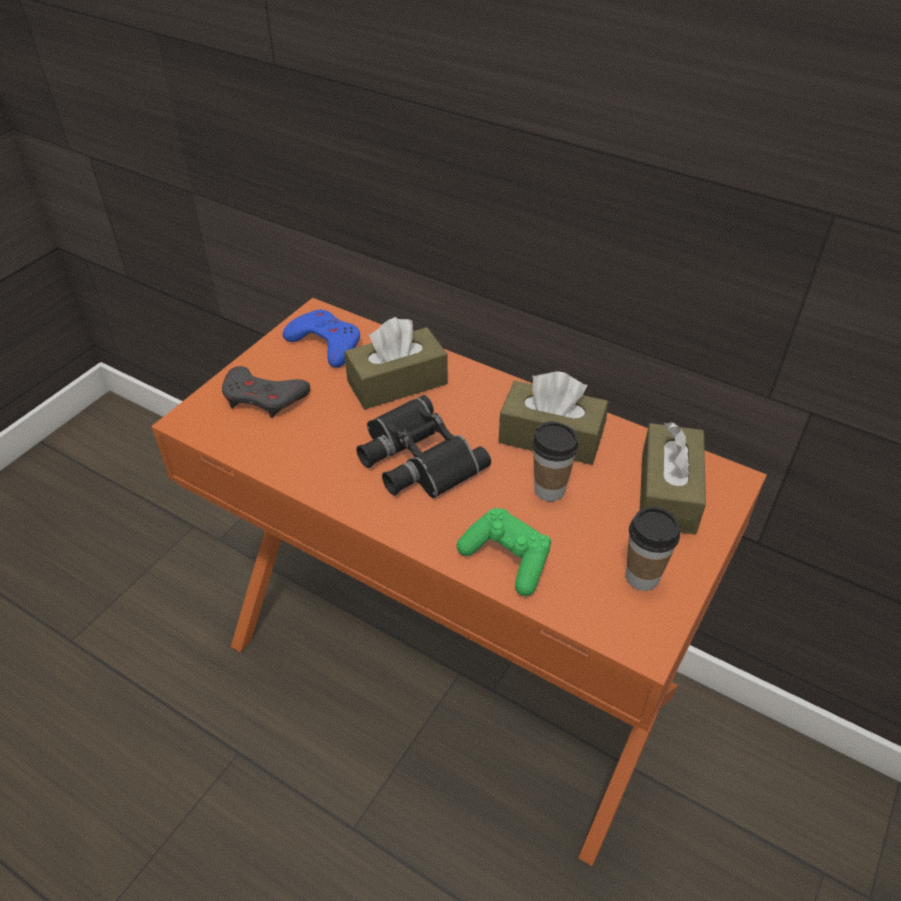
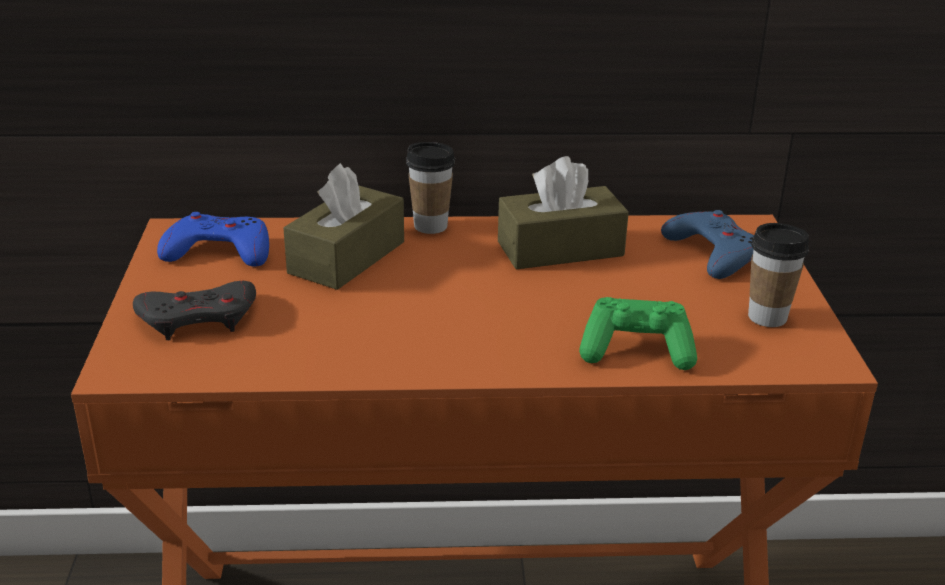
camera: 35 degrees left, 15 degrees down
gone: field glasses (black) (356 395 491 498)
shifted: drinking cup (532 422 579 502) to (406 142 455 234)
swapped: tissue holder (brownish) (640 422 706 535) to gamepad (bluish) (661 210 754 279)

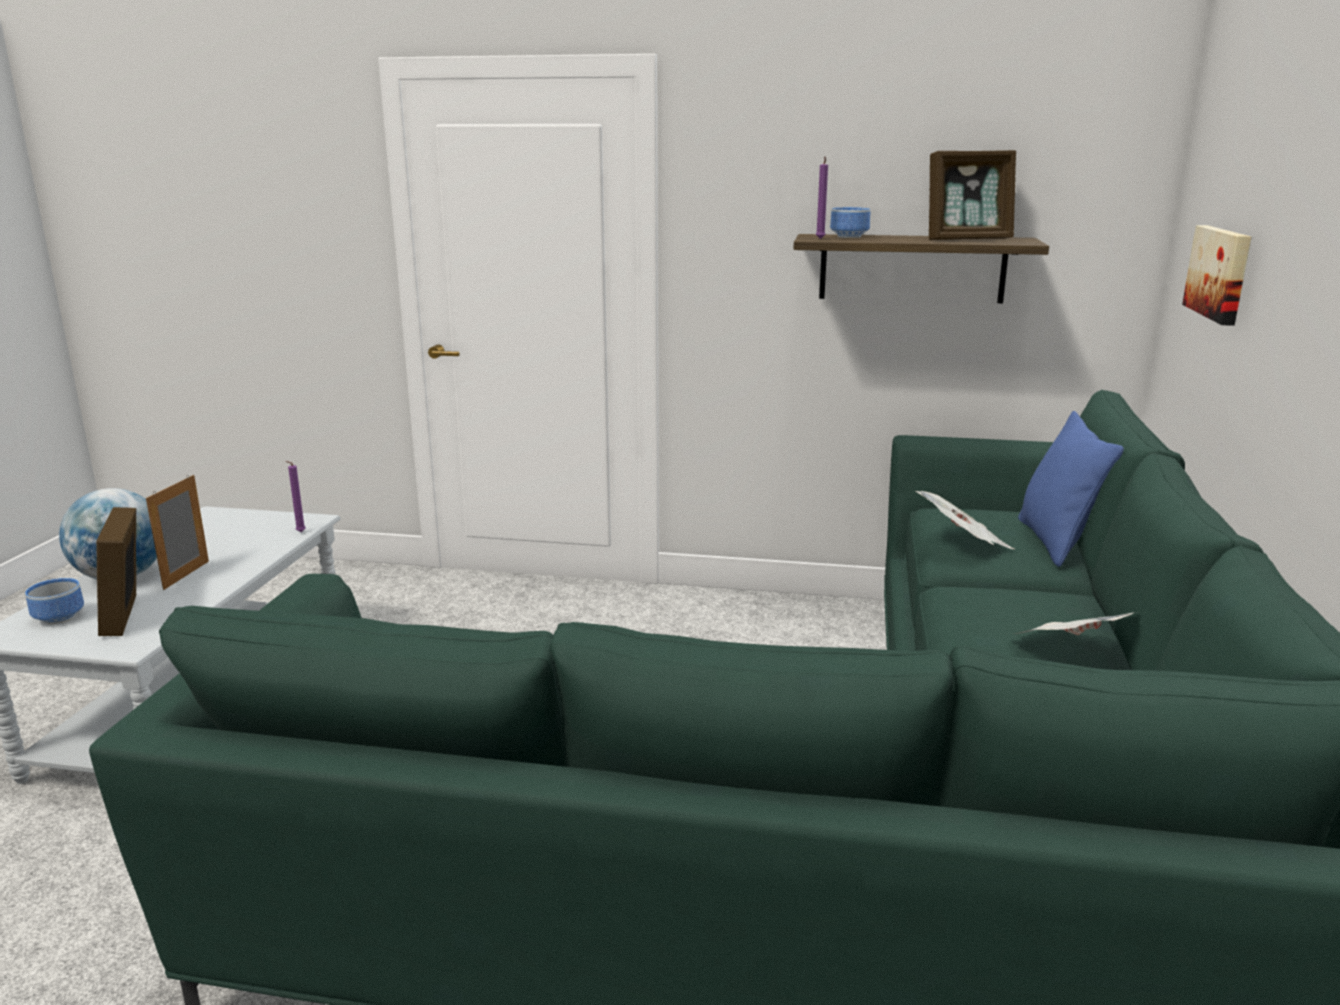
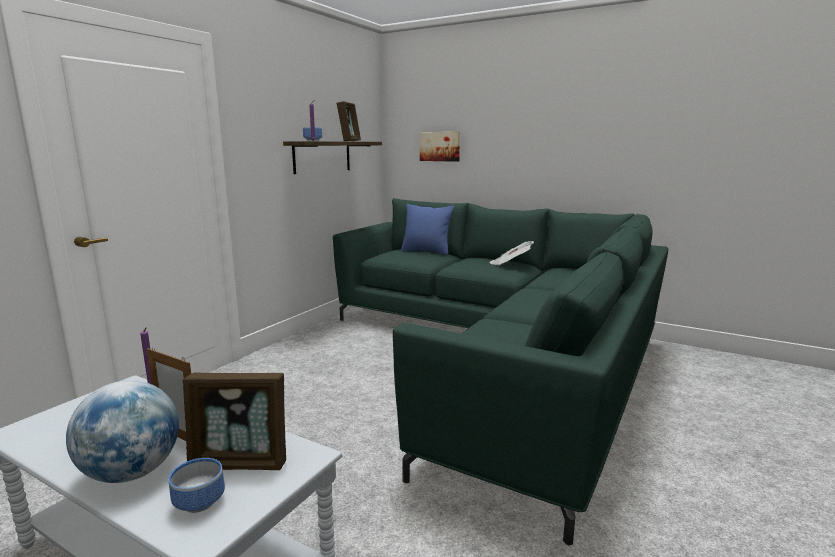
camera: 70 degrees left, 5 degrees down
gone: printed paper (916 491 1014 549)

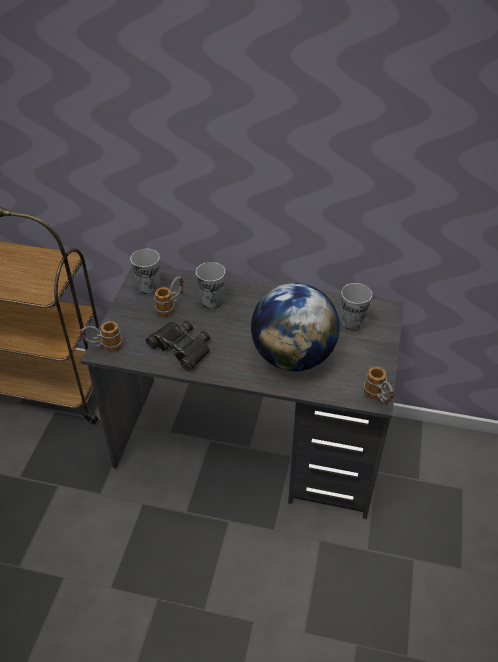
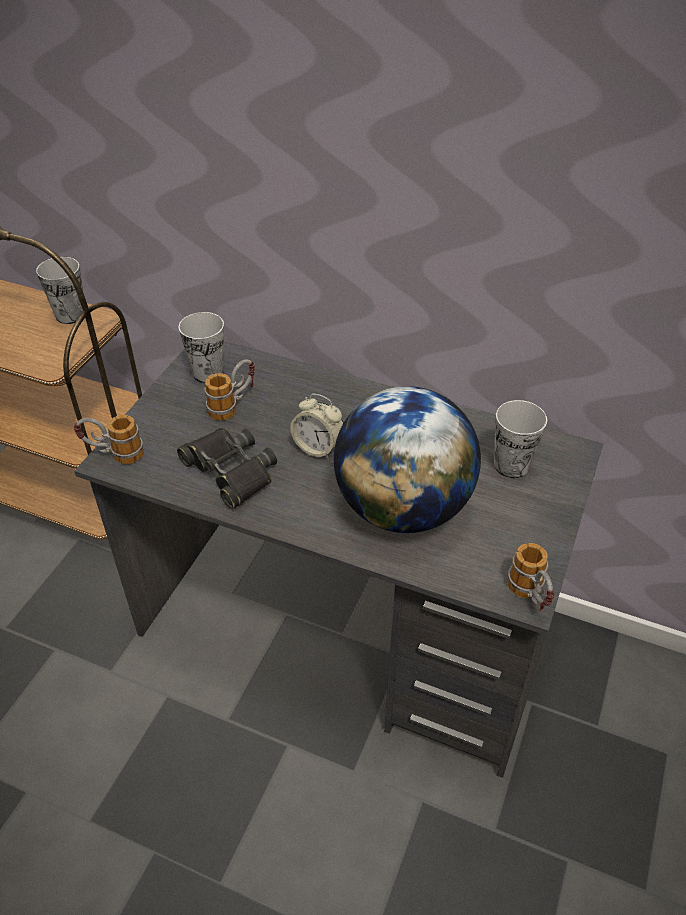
camera: 10 degrees right, 0 degrees up
new: alarm clock (290 394 344 459)
shifted: drinking cup (196 262 225 309) to (36 257 84 324)

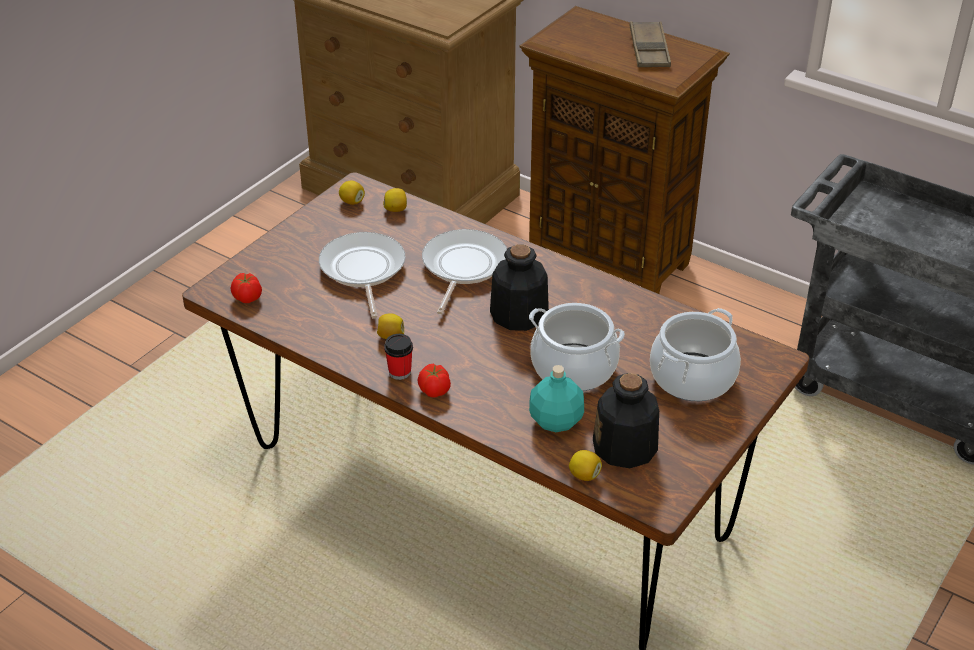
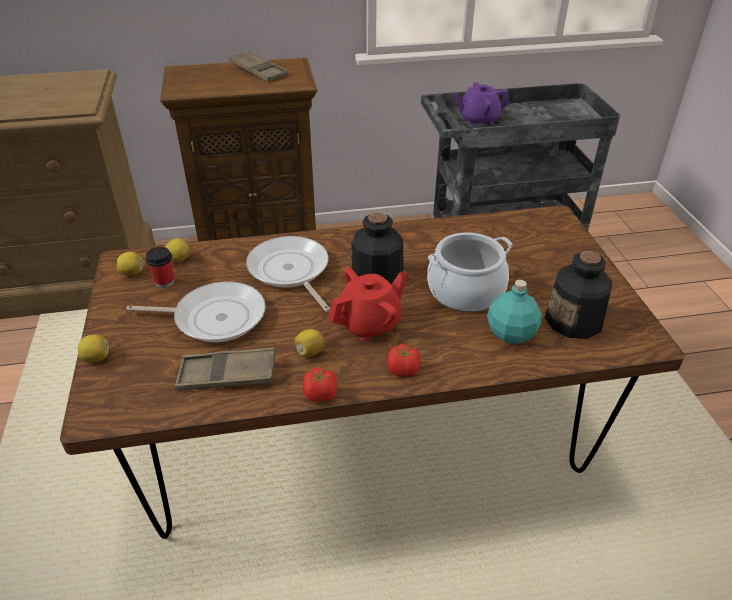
camera: 45 degrees left, 0 degrees up
gone: cooking pot (650 308 741 401)
new: tray (brownish) (174 347 276 391); teapot (reddish) (329 268 407 341); teapot (purple) (453 82 510 126)
shifted: whole tomato (231 273 262 303) to (303 367 337 402); drinking cup (384 334 413 380) to (146 247 175 288); whole lemon (569 450 602 481) to (78 334 109 363)
rotated: frying pan (319 232 406 319) = (126 282 266 342) 150 degrees clockwise

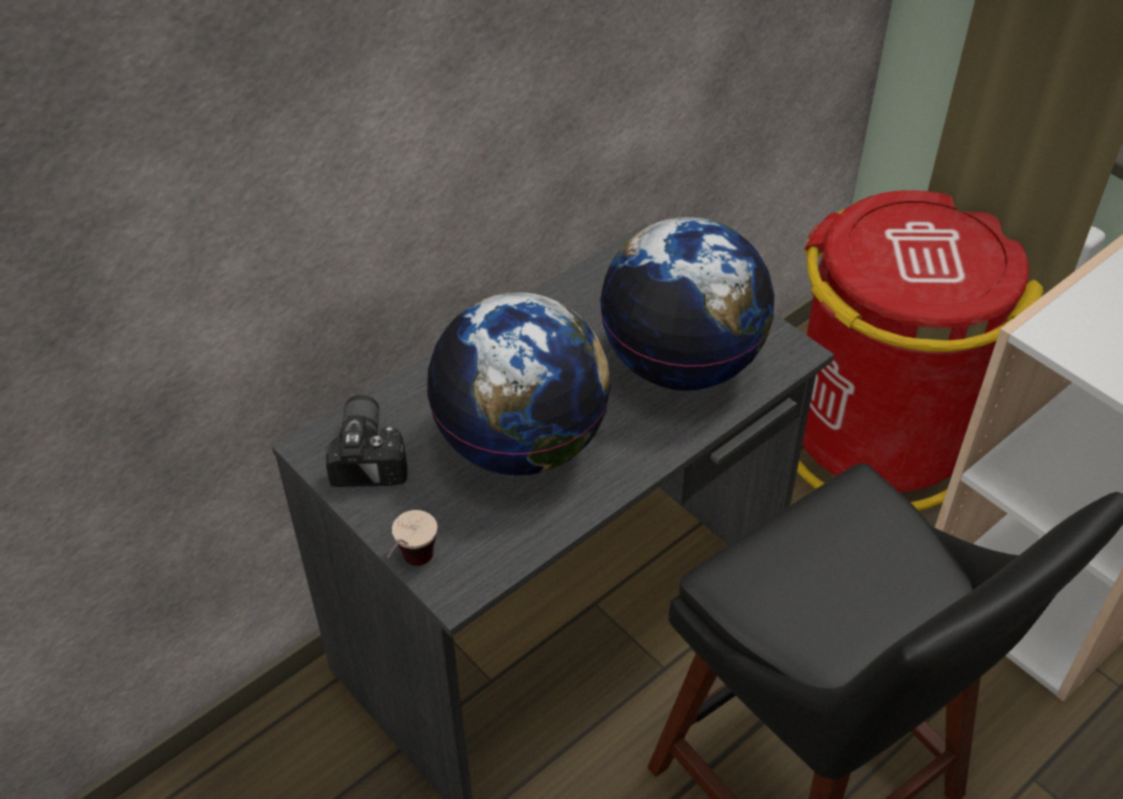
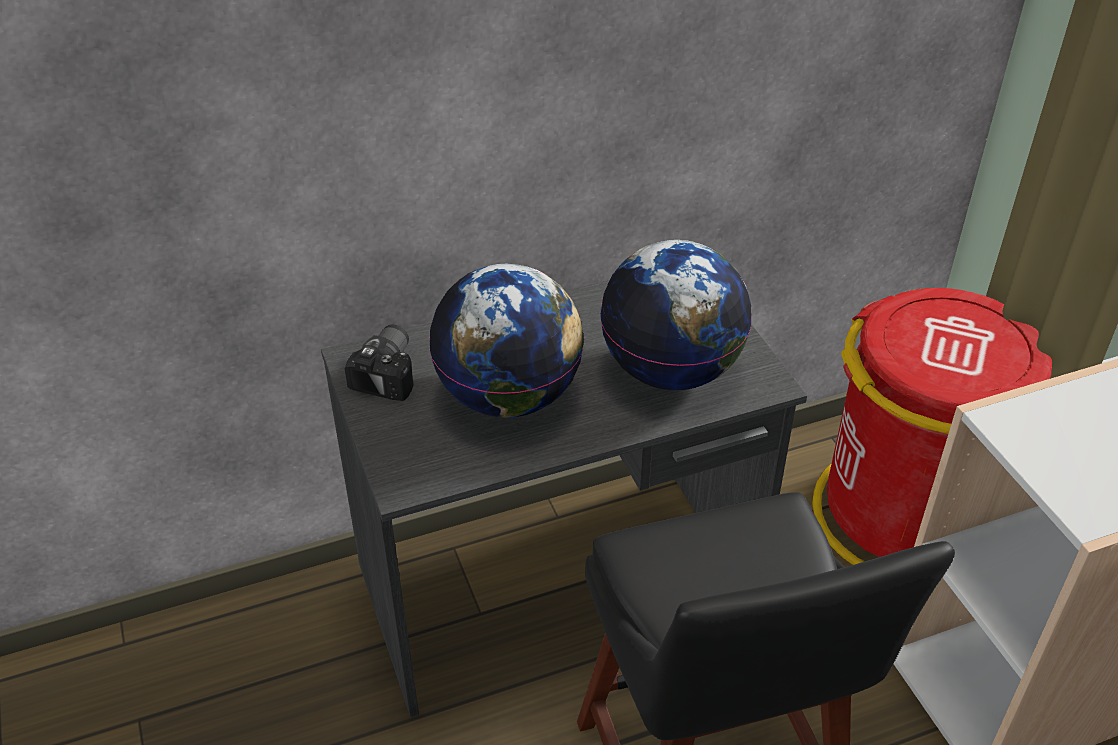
camera: 20 degrees right, 5 degrees down
gone: drinking cup (387 510 437 566)

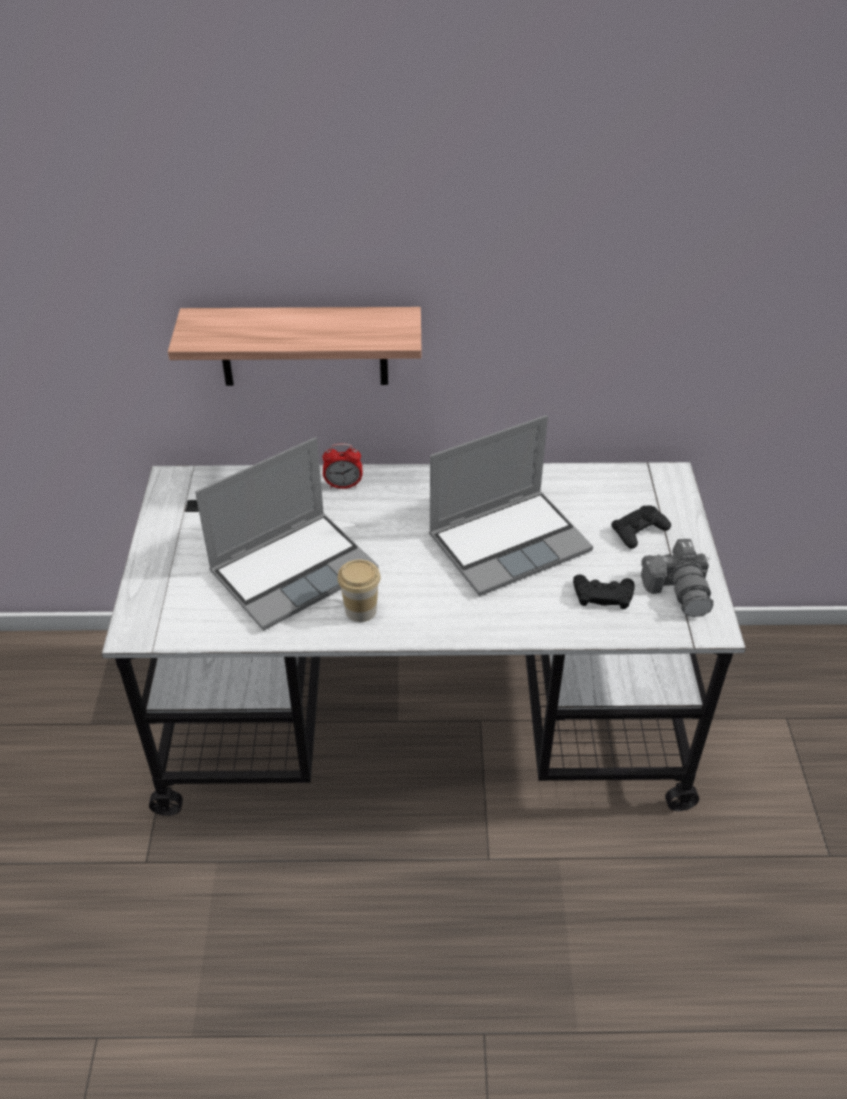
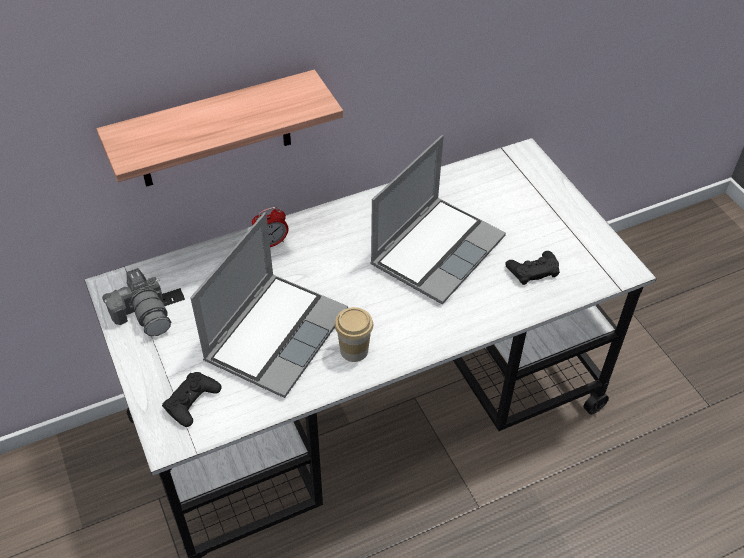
camera: 25 degrees left, 5 degrees up
shifted: gamepad (black) (611 505 671 548) to (162 372 222 427); photo camera (641 539 713 617) to (102 268 171 336)

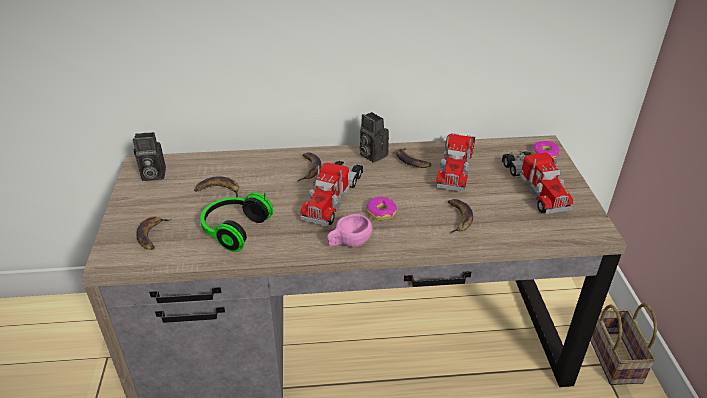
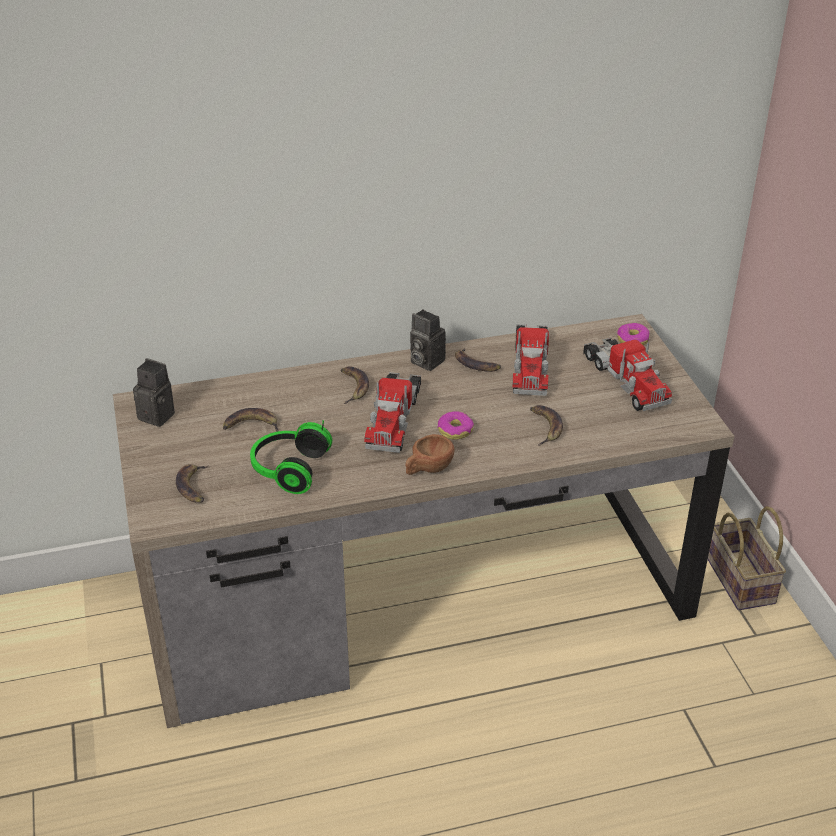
camera: 10 degrees left, 0 degrees up
repainted: drinking cup (pink-coloured) (327 214 373 247) to drinking cup (brownish) (405 434 455 475)
rotated: photo camera (133 132 166 181) = (133 358 175 427) 135 degrees counterclockwise

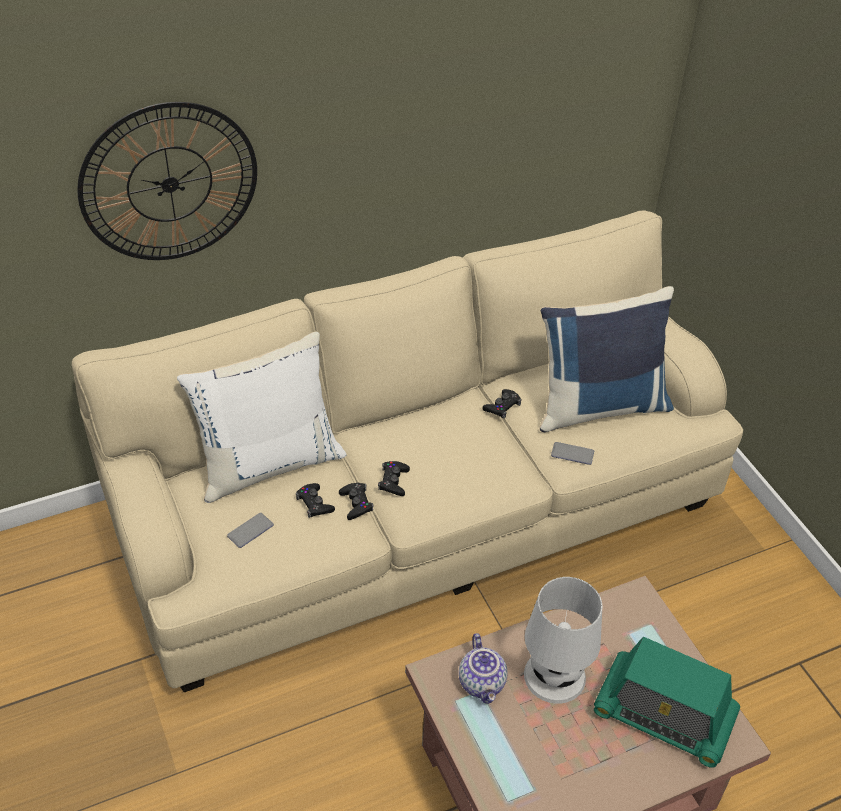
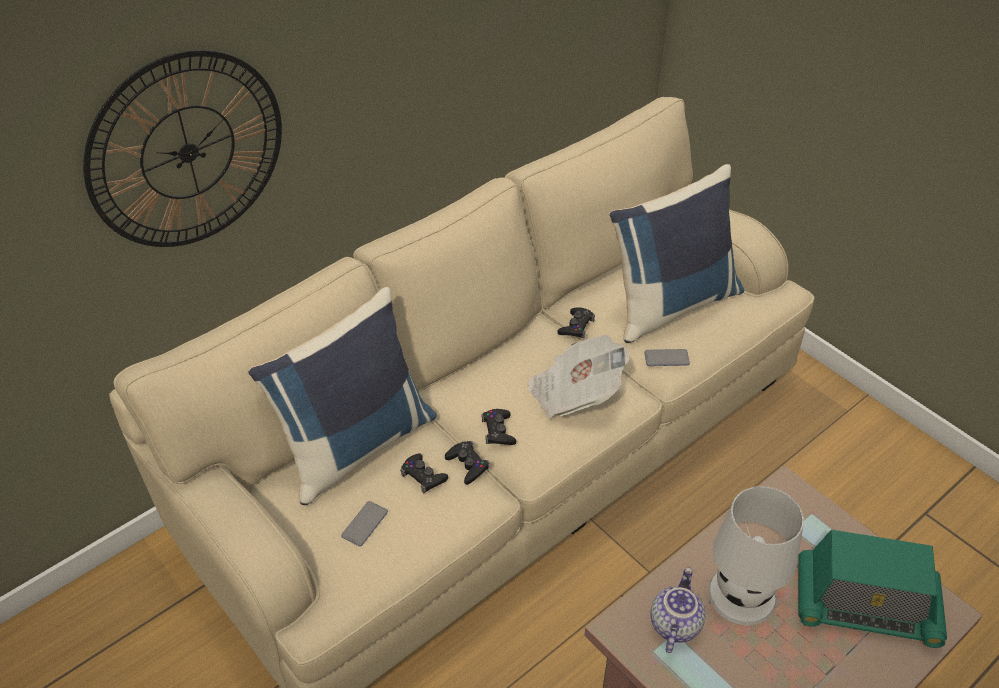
camera: 15 degrees left, 0 degrees up
new: printed paper (527 335 630 418)
repainted: pillow (whitish) (177 332 346 503) to pillow (bluish) (248 287 437 505)
rotated: teapot (459 633 508 704) = (650 567 705 653) 135 degrees counterclockwise

